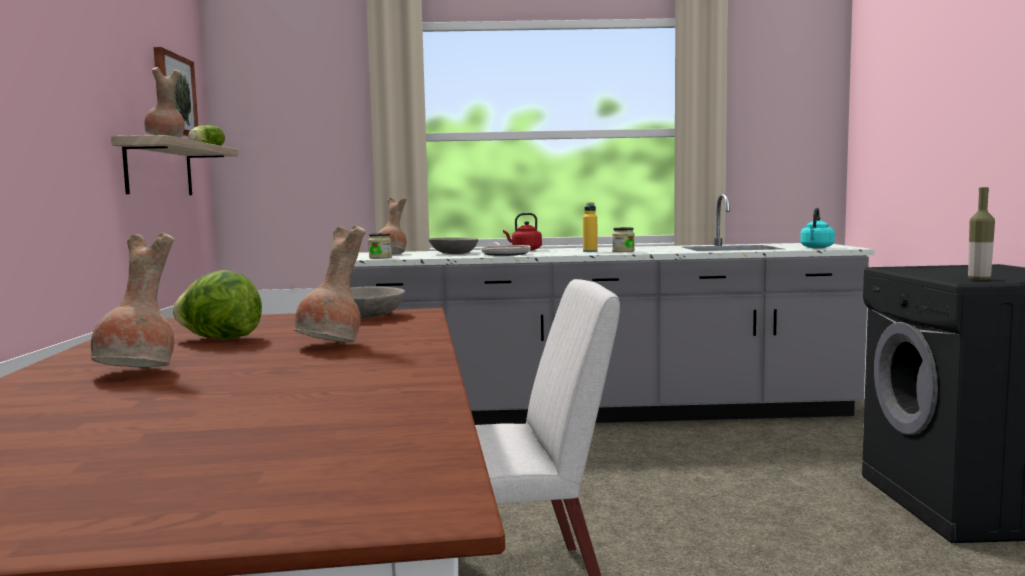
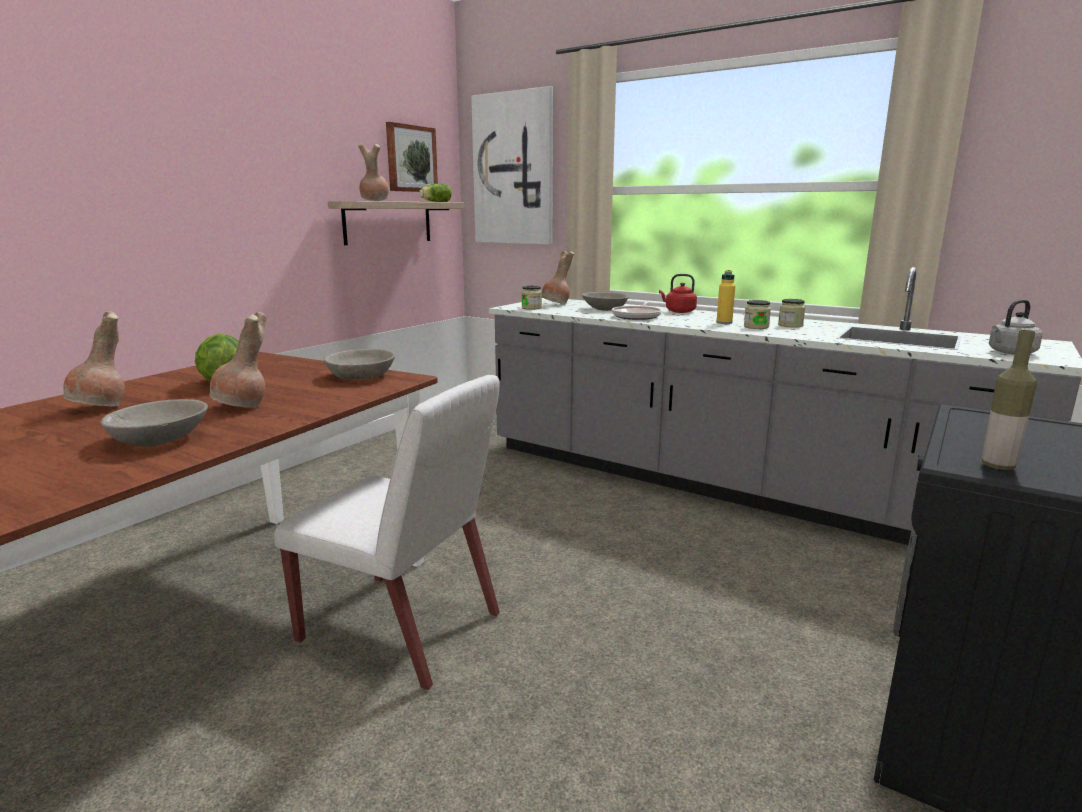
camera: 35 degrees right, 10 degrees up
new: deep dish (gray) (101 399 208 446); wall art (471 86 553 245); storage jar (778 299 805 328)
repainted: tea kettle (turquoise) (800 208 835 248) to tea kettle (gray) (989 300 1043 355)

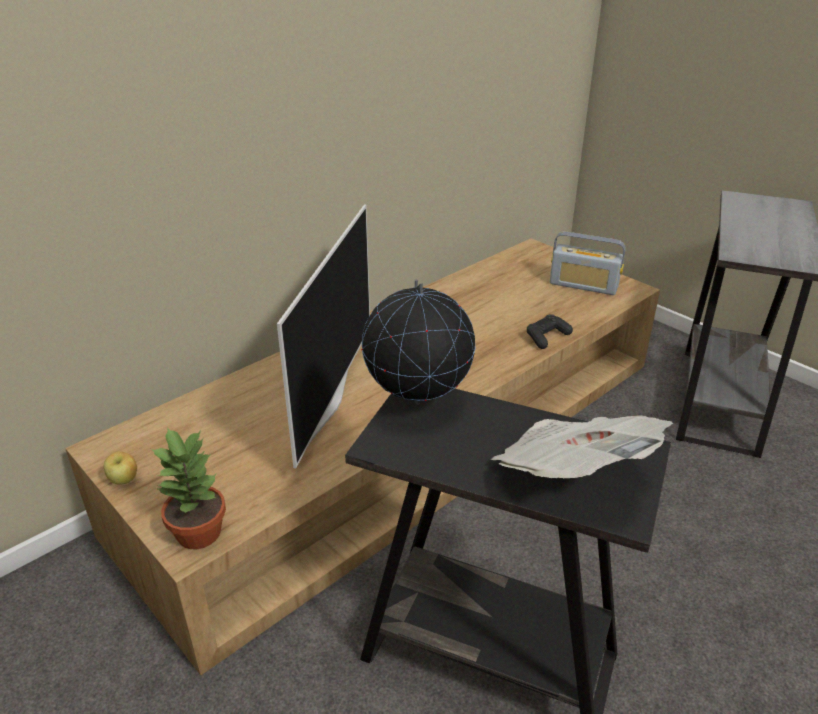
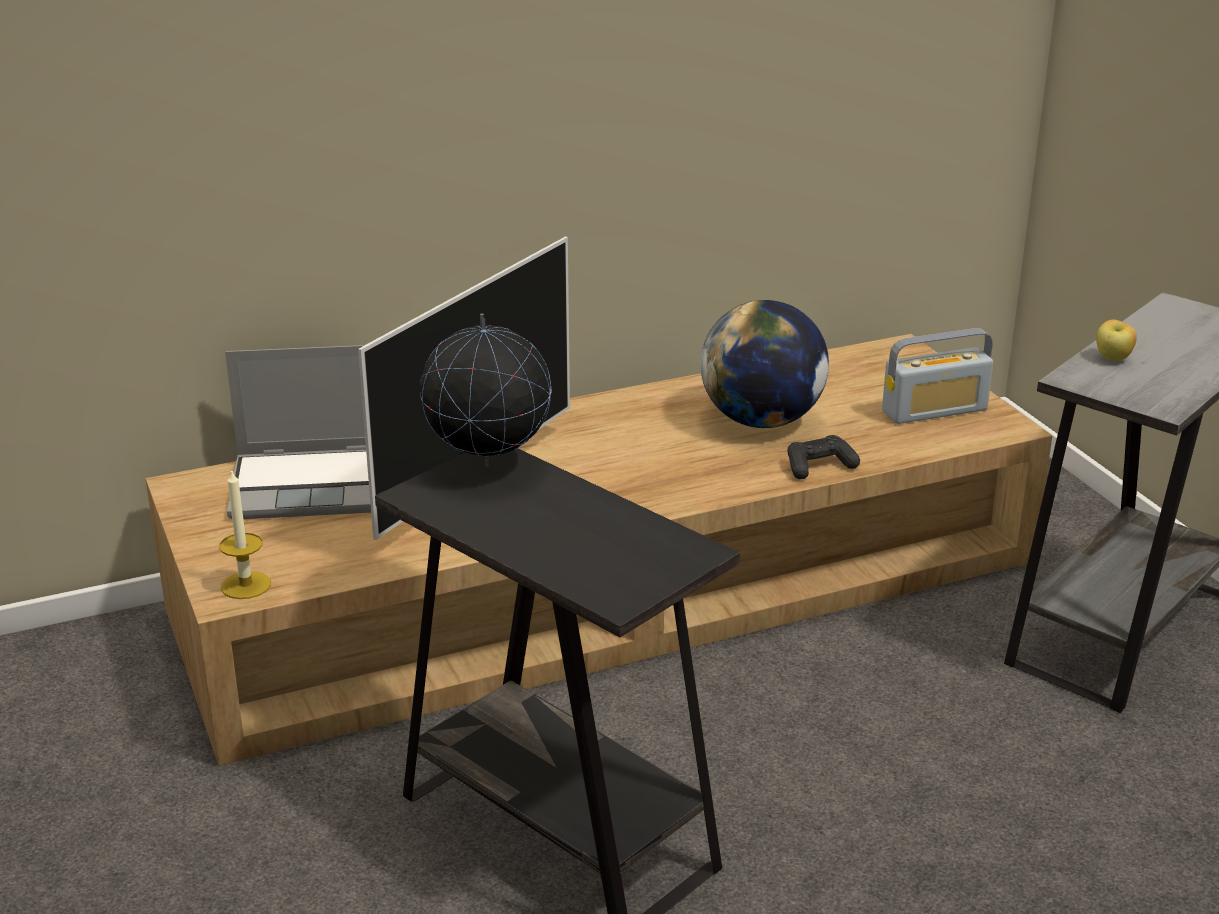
camera: 20 degrees right, 5 degrees down
gone: printed paper (491 415 673 478)
new: laptop (225 345 371 519); desk globe (700 300 829 428)
shifted: apple fruit (104 451 137 485) to (1096 320 1137 361)
swapped: plant in a pot (151 427 226 549) to wax light (219 469 271 599)
rotated: radio set (550 232 625 295) = (882 328 993 424) 60 degrees counterclockwise

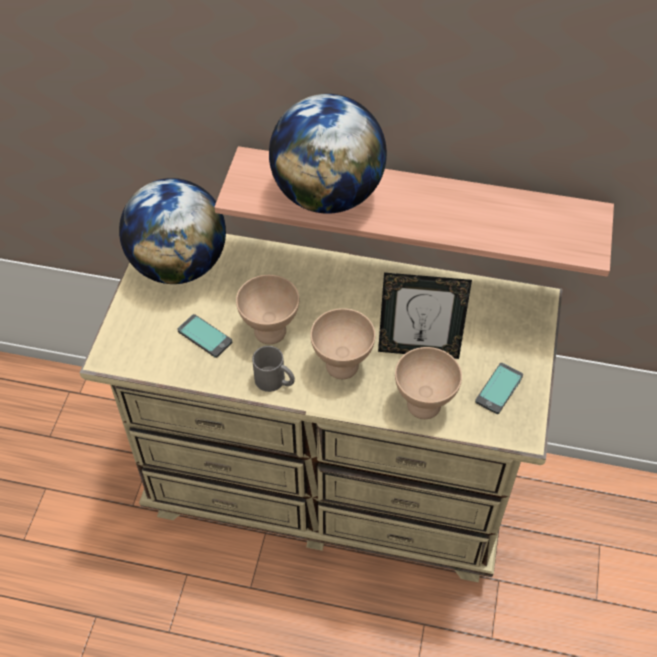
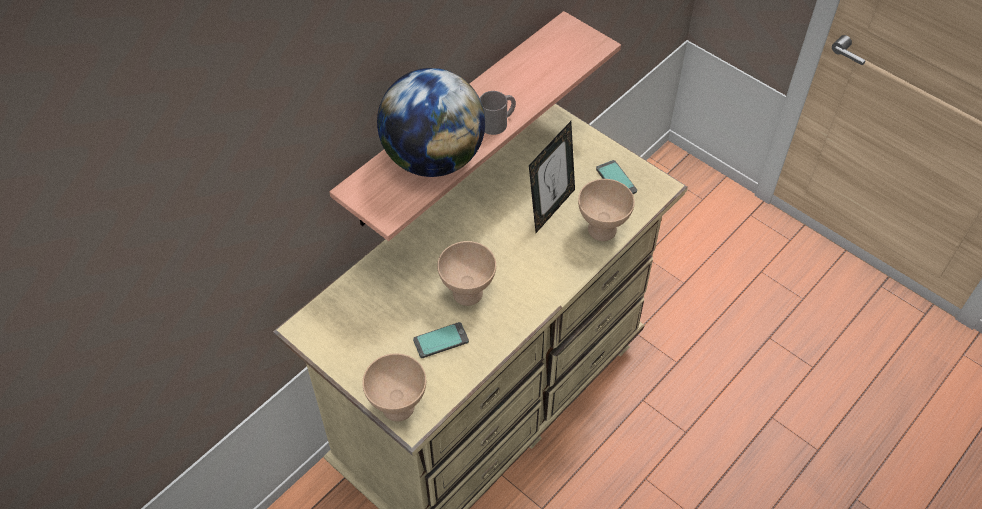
camera: 60 degrees left, 0 degrees up
gone: desk globe (119 178 226 284)
shifted: coffee mug (gray) (252 346 295 392) to (480 91 516 135); deep dish (beige) (310 308 375 379) to (362 353 426 421)

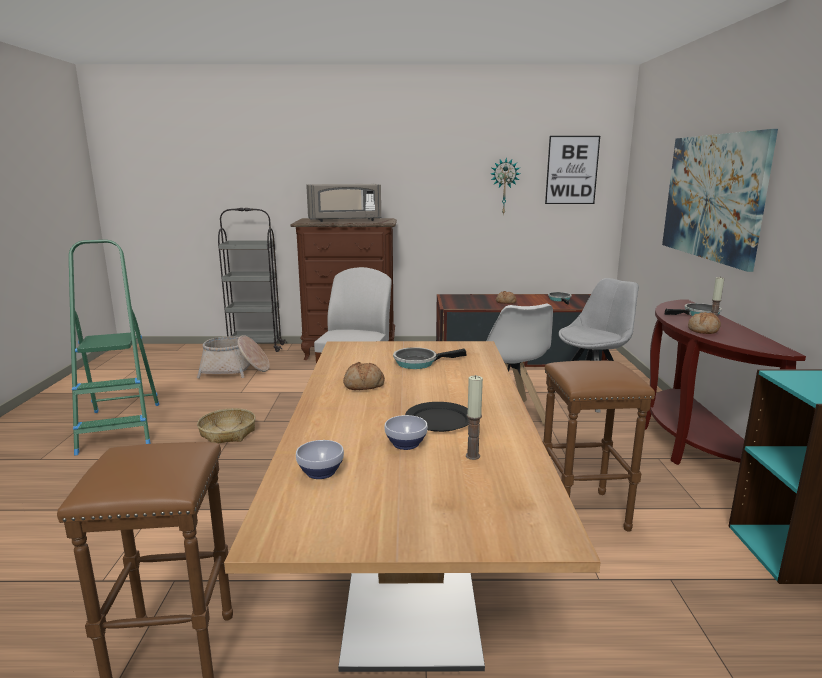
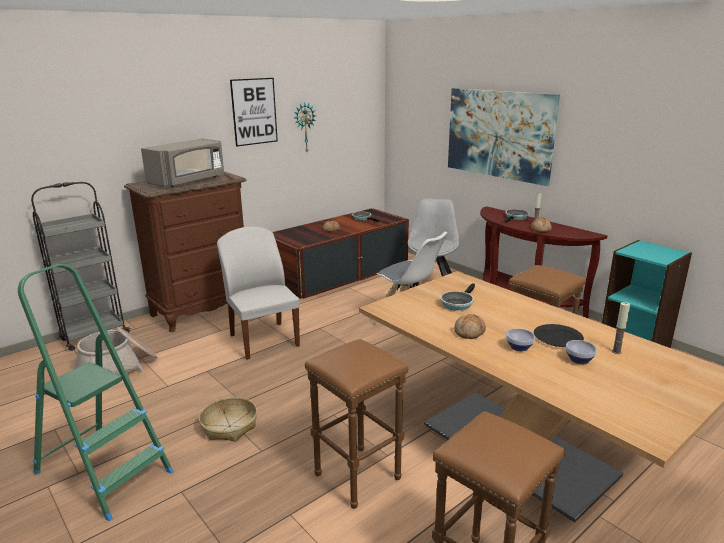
camera: 40 degrees left, 5 degrees up
new: stool (brownish) (305 339 408 509)
shifted: deep dish (296 440 344 479) to (506 328 535 351); wall art (545 136 600 204) to (230 78 278 146)

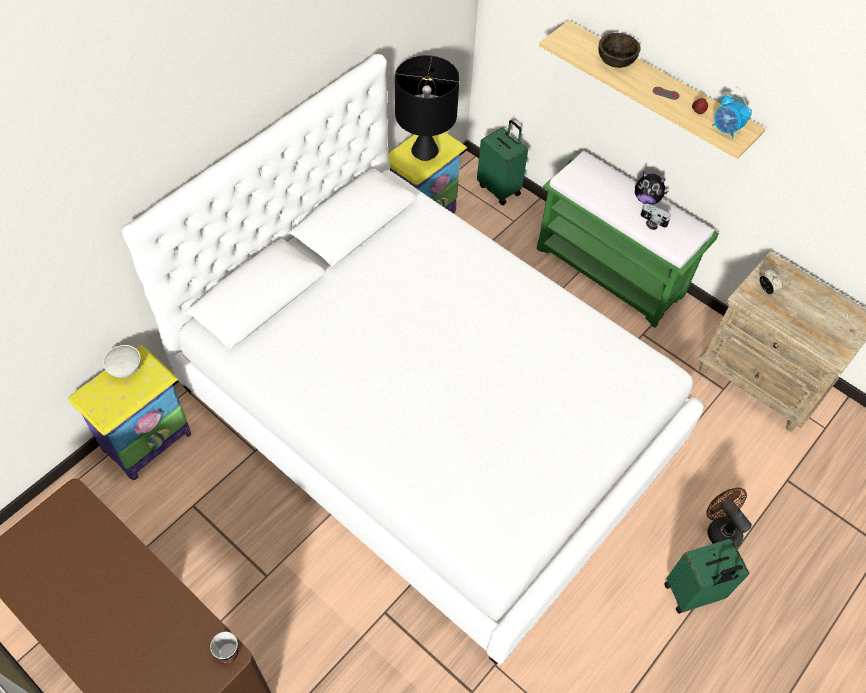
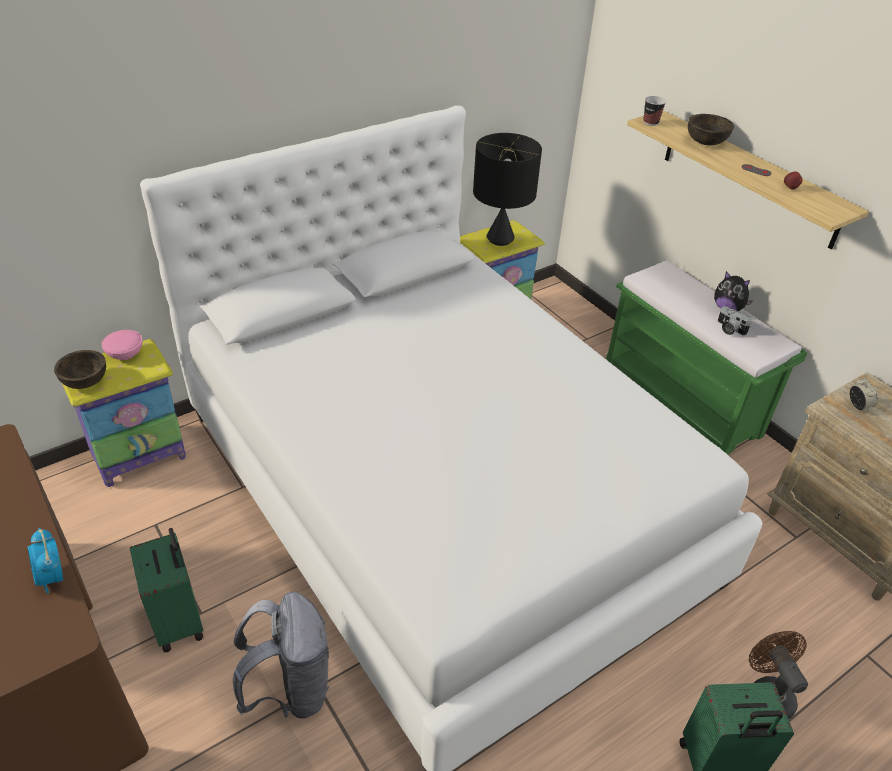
camera: 15 degrees right, 15 degrees down
new: deep dish (brownish) (54 350 106 389); rucksack (gray) (233 592 330 718)
shifted: drinking cup (210 632 238 663) to (643 96 666 126); piece of luggage (green) (477 120 528 205) to (130 528 203 653); alarm clock (712 94 752 139) to (28 528 63 594)
repainted: deep dish (whitish) (103 345 141 378) to deep dish (pink-coloured) (101 330 142 360)

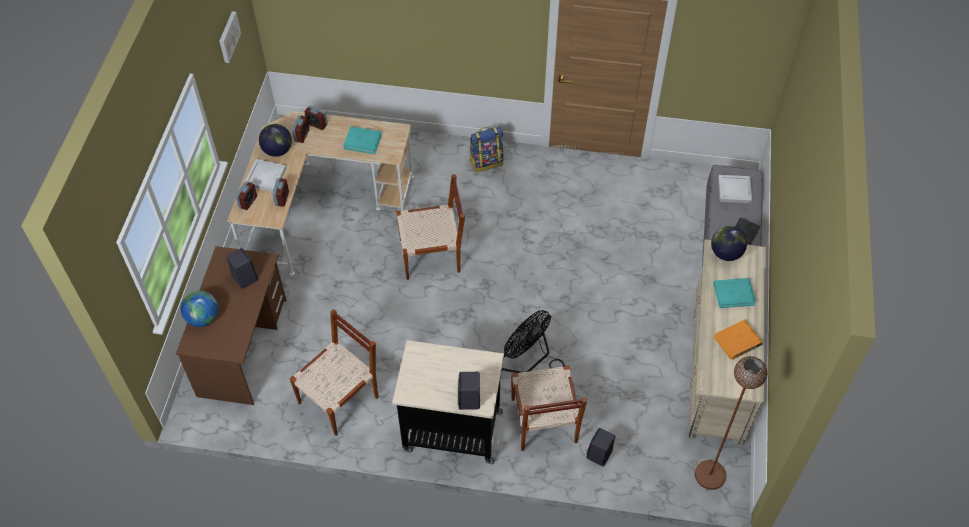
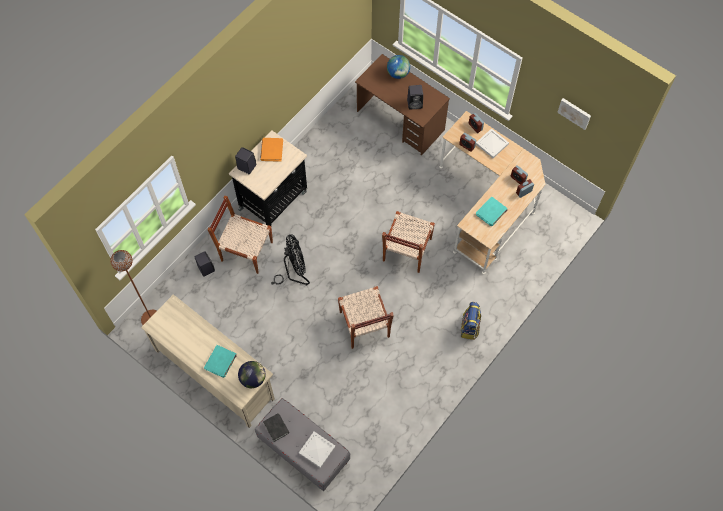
camera: 120 degrees right, 10 degrees up
gone: desk globe (259 124 292 157)
shifted: chair (290 309 378 436) to (338 286 394 349); volume (orange-coloured) (714 319 762 359) to (260 138 283 162)

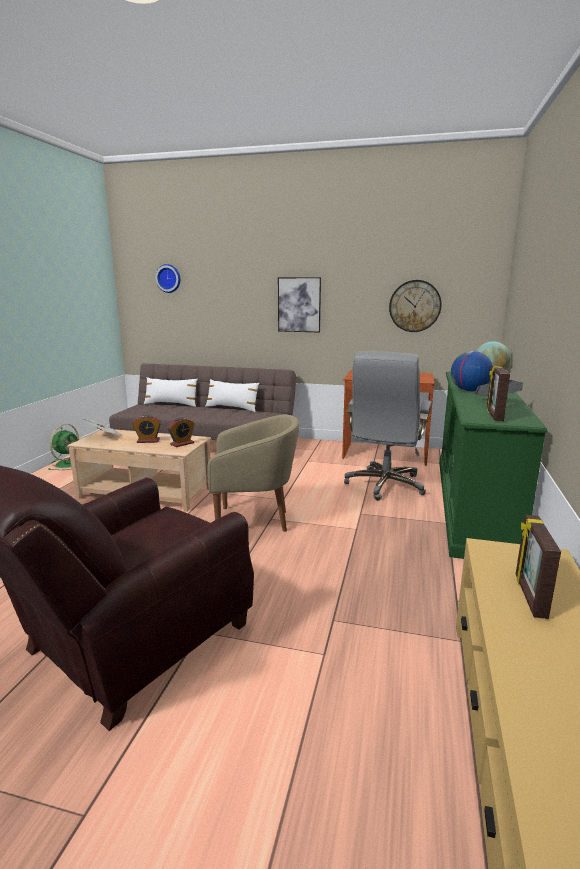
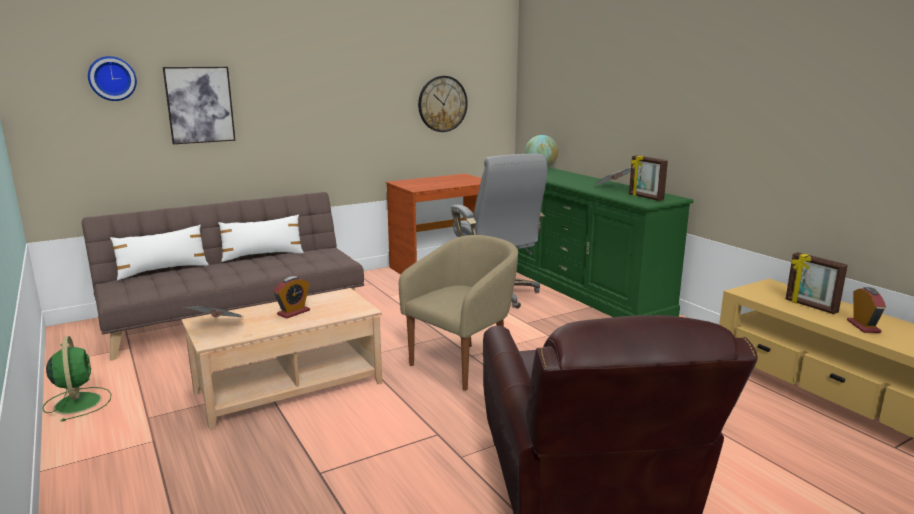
camera: 45 degrees left, 0 degrees up
gone: desk globe (451 351 493 391)
shifted: alarm clock (167 417 195 447) to (847 287 886 333); wall art (278 277 321 332) to (163 67 235 144)

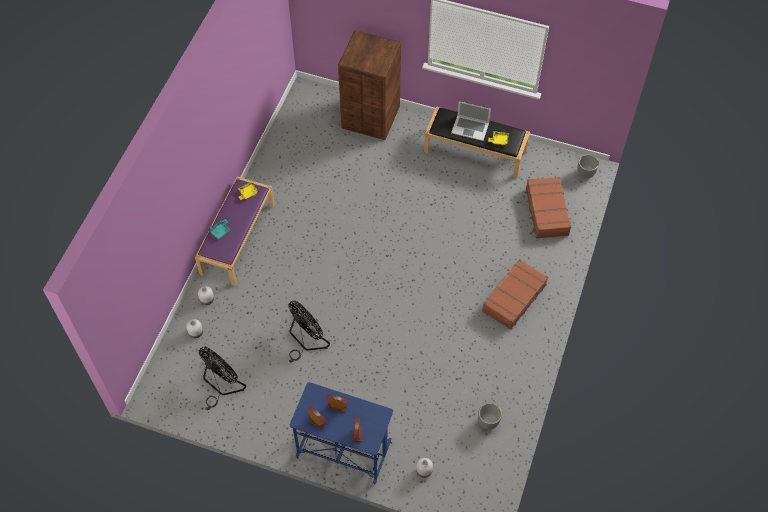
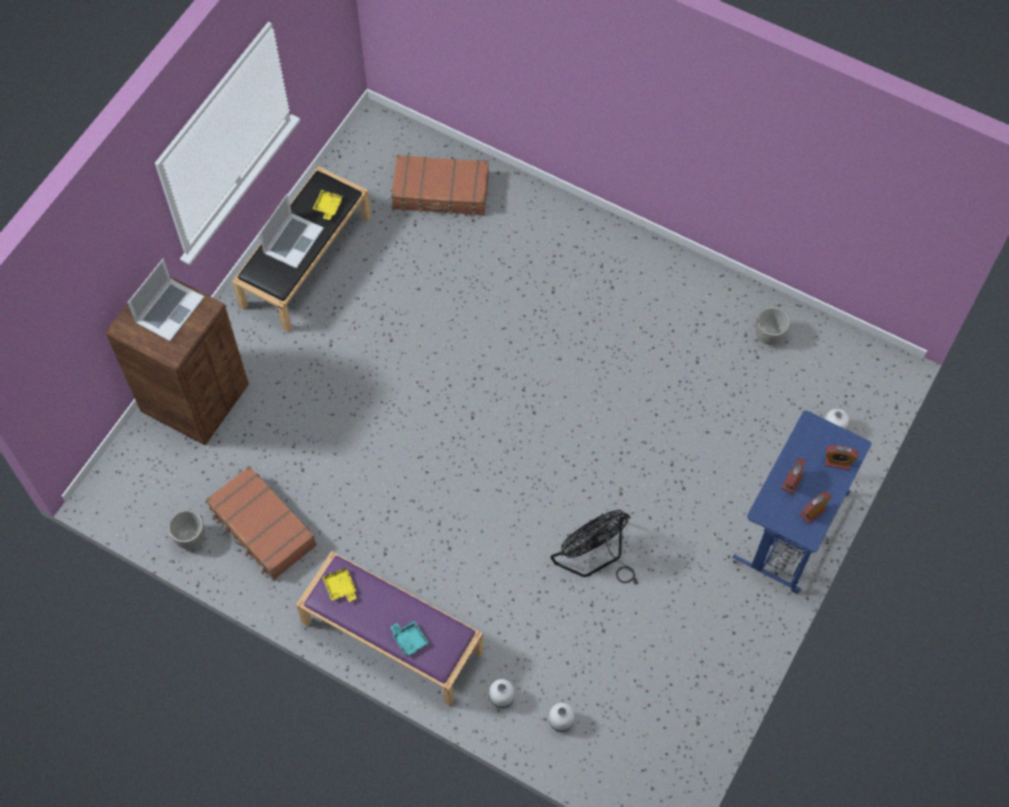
camera: 80 degrees left, 5 degrees up
gone: cooling fan (black) (199 347 246 410)
new: laptop (127 259 204 341)
shifted: piece of luggage (brownish) (482 259 548 330) to (206 466 317 580); flower pot (577 154 599 178) to (168 510 205 549)

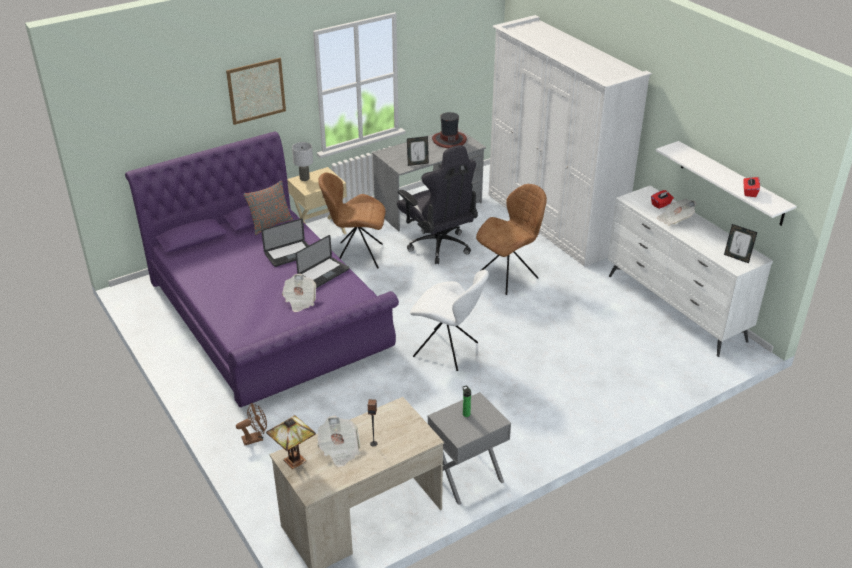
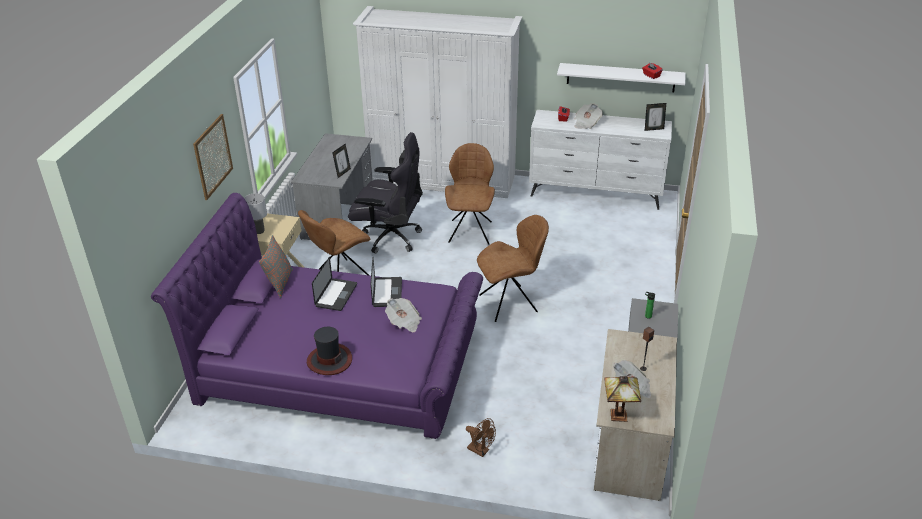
camera: 45 degrees left, 0 degrees up
shifted: hat (432 112 467 148) to (307 327 352 375)
repainted: chair (whitish) (410 270 489 371) to chair (brownish) (477 215 549 322)
rotated: cooling fan (brownish) (236 403 267 445) = (466 418 496 457) 105 degrees clockwise

